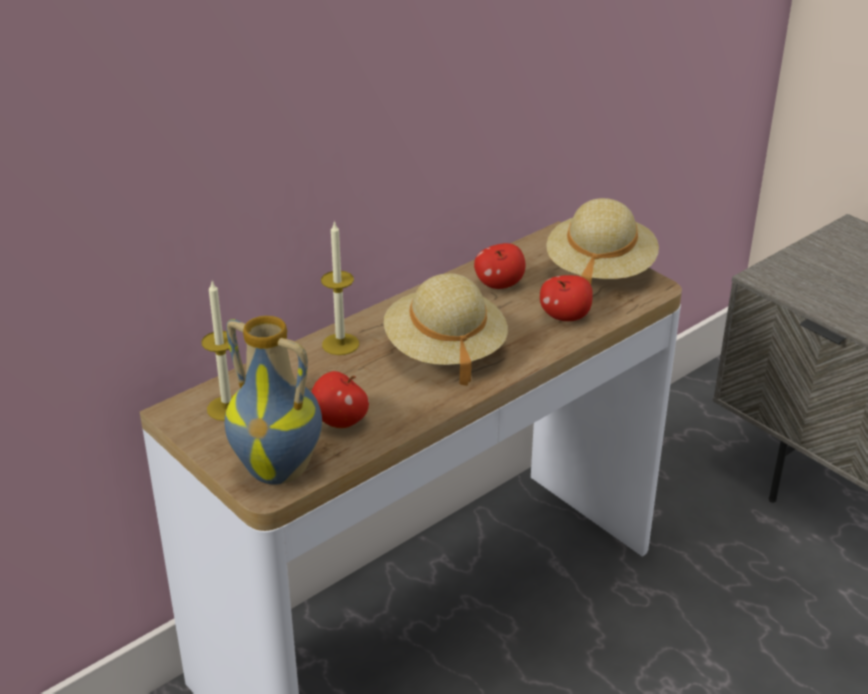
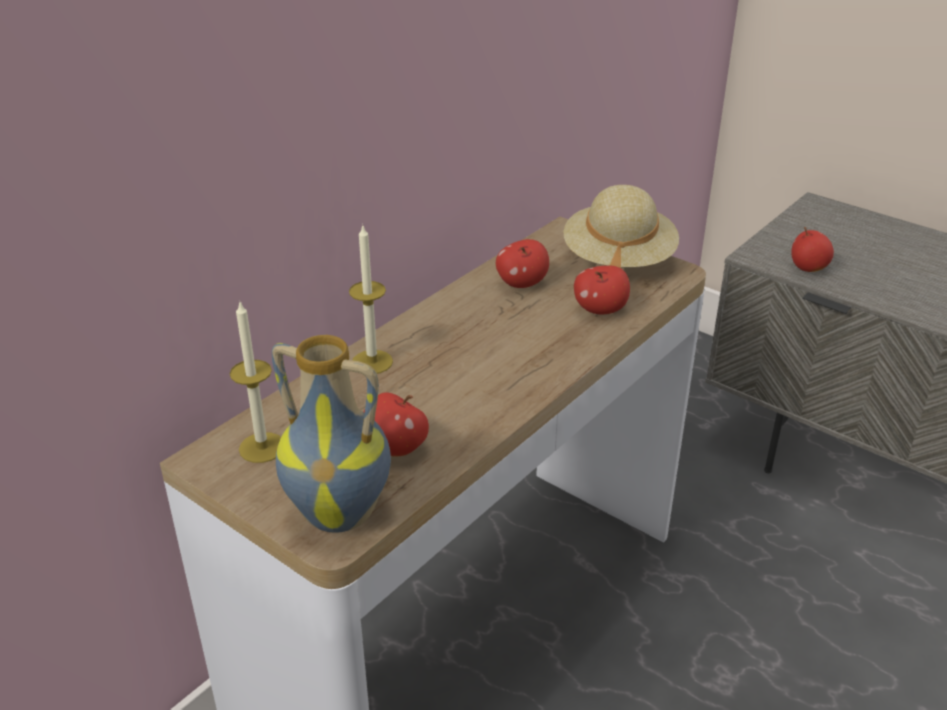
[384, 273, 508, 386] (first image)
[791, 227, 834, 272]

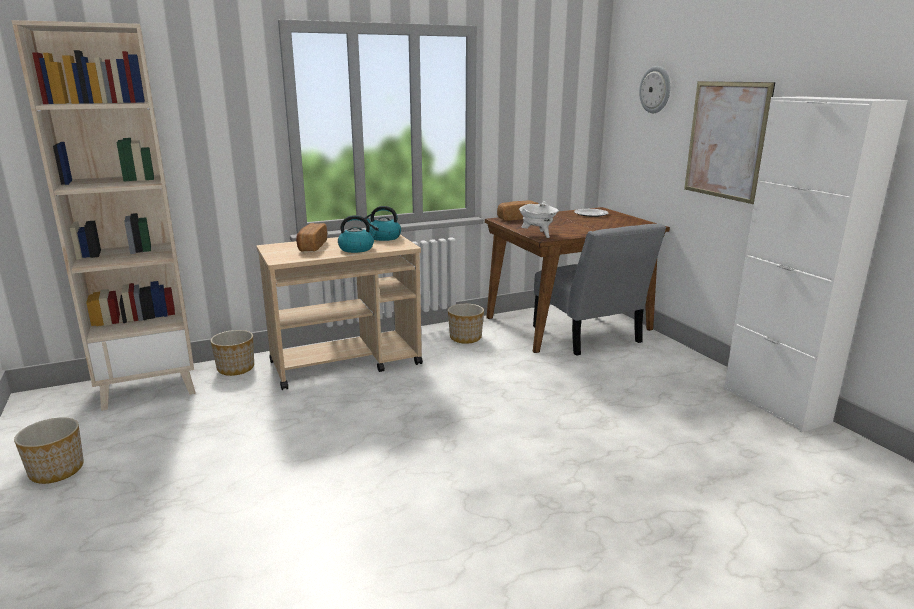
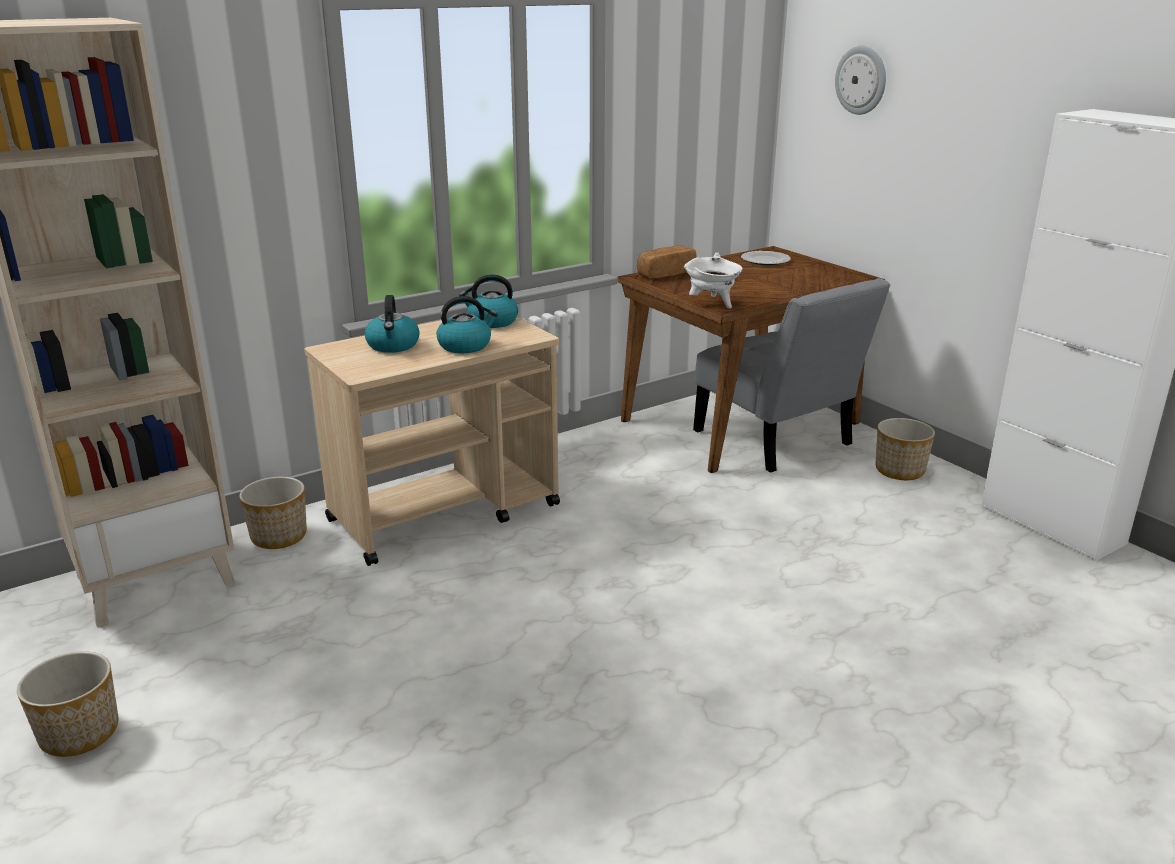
[365, 295, 420, 353]
[876, 418, 935, 480]
[684, 81, 775, 204] (first image)

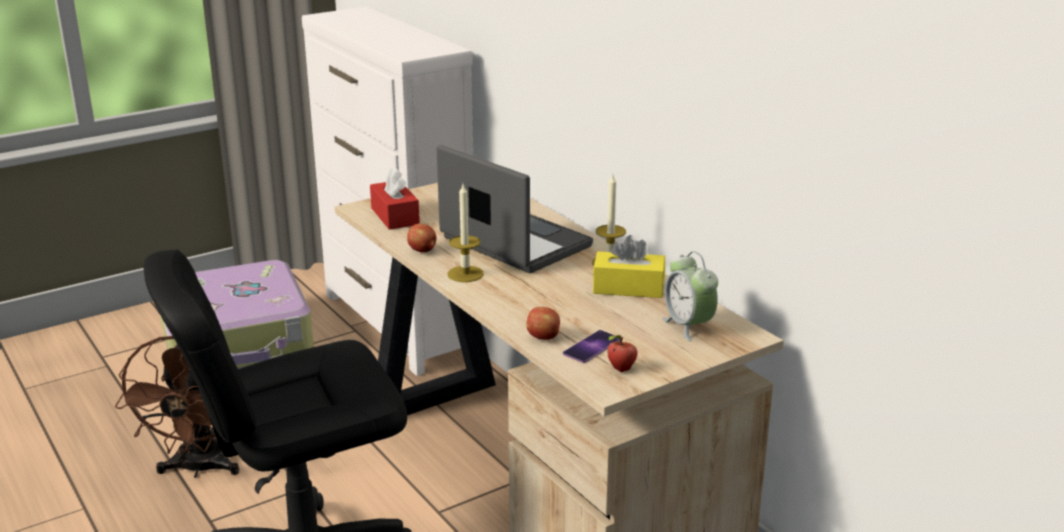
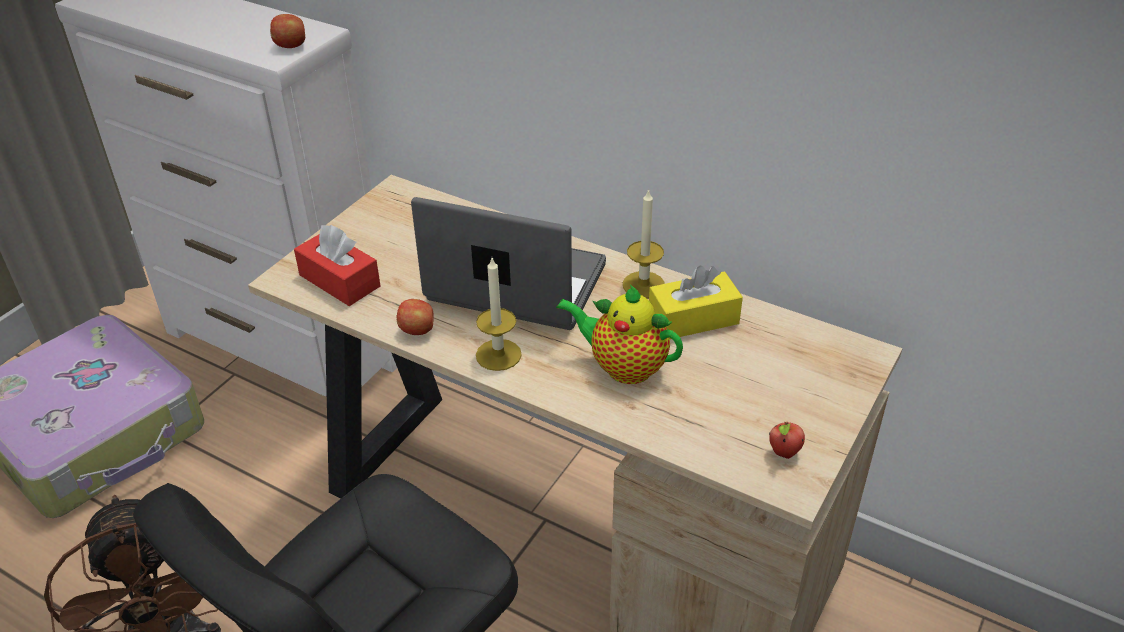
[270, 14, 305, 48]
[563, 330, 620, 363] (first image)
[662, 251, 718, 342] (first image)
[556, 284, 683, 384]

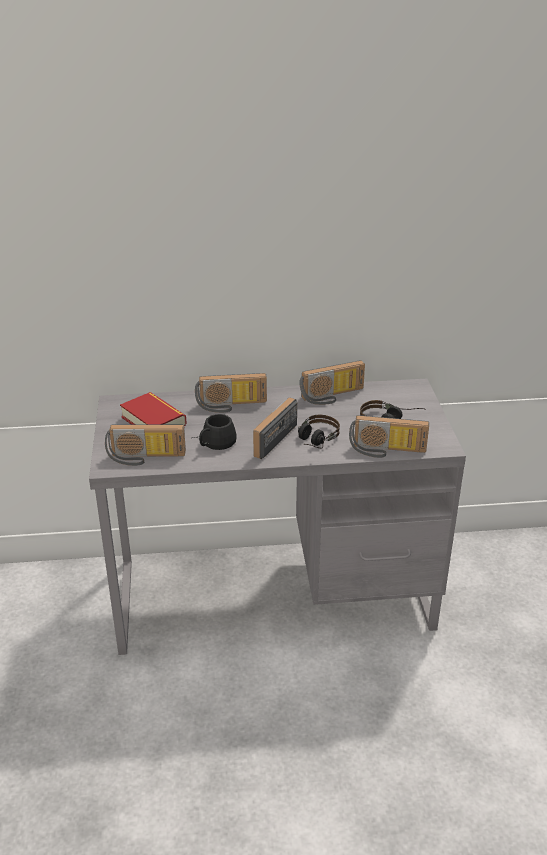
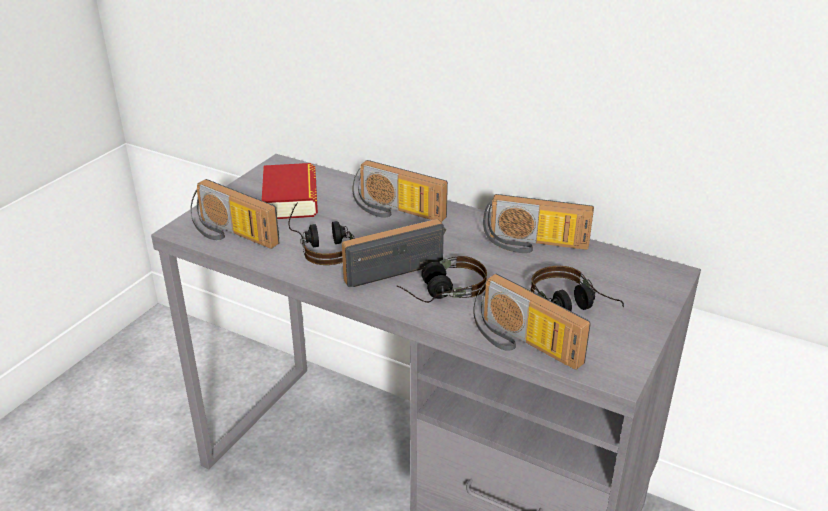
[288, 203, 355, 265]

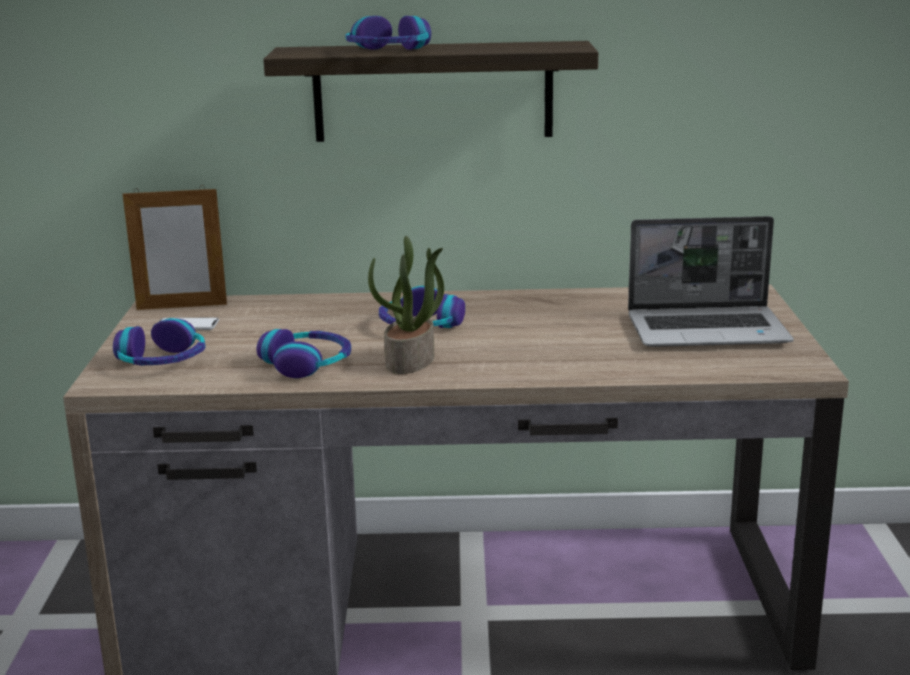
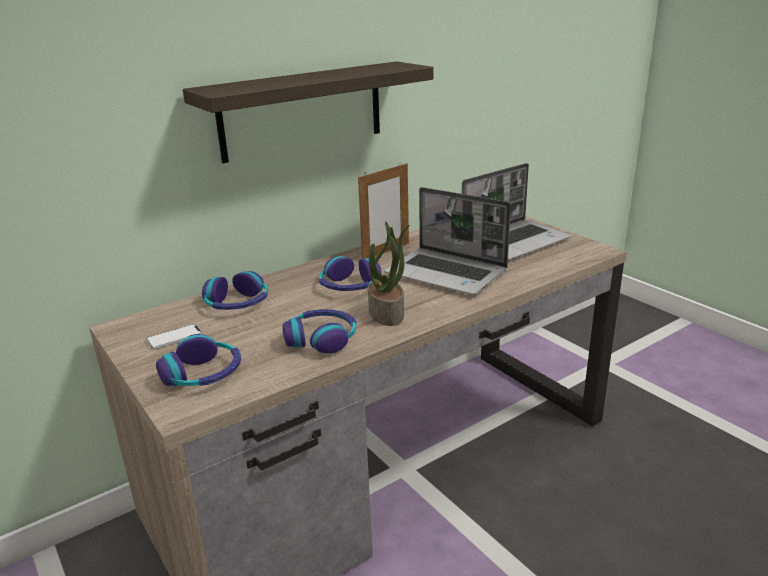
[358, 162, 409, 259]
[202, 271, 268, 310]
[384, 187, 511, 295]

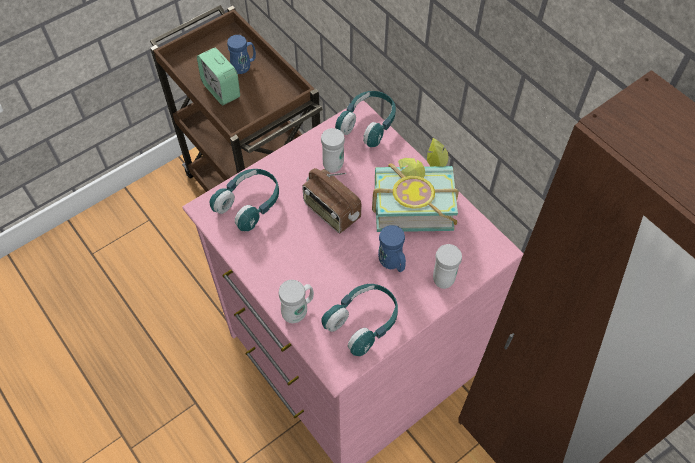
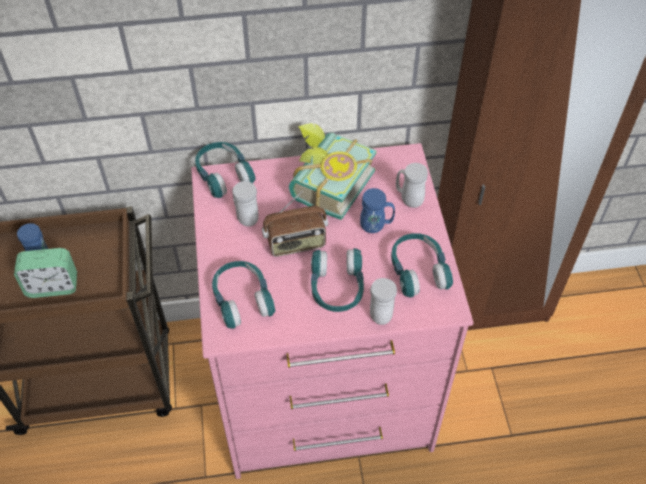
[311, 248, 364, 312]

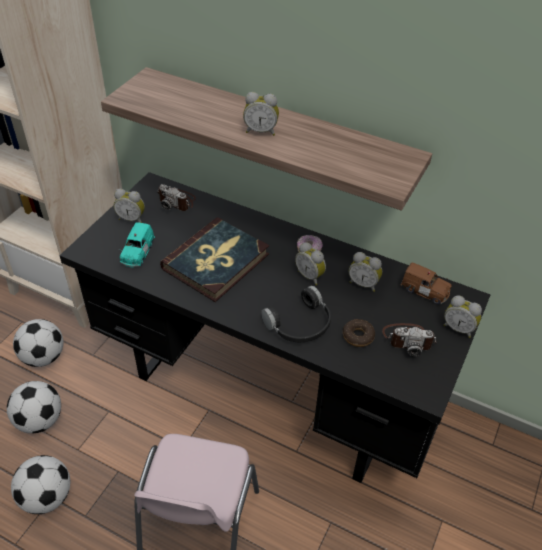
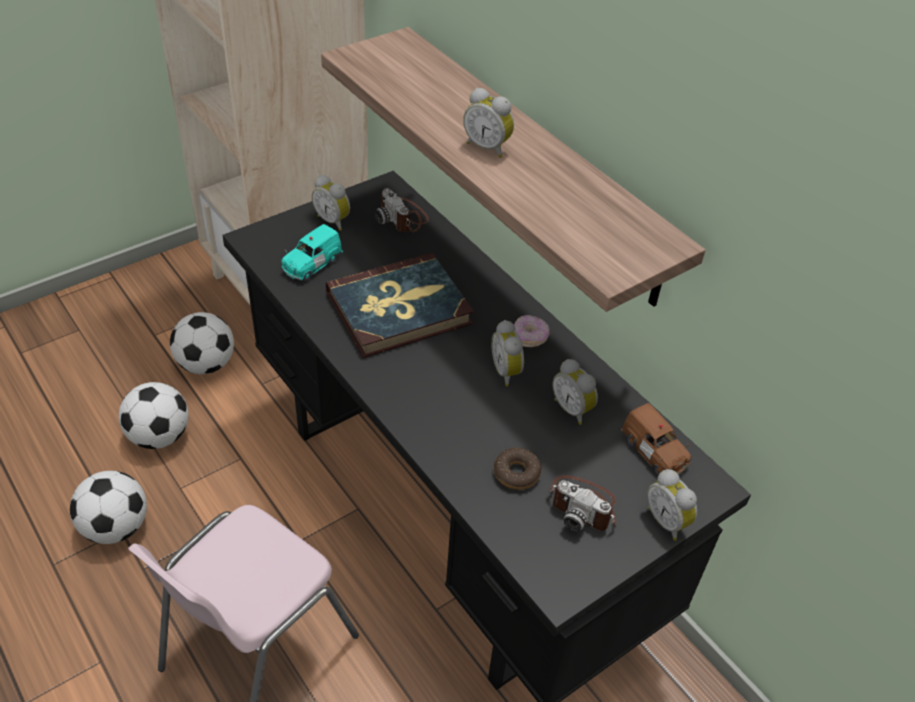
[261, 286, 331, 343] (first image)

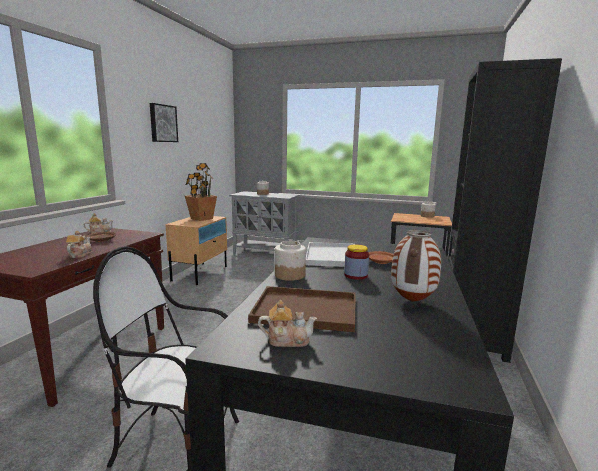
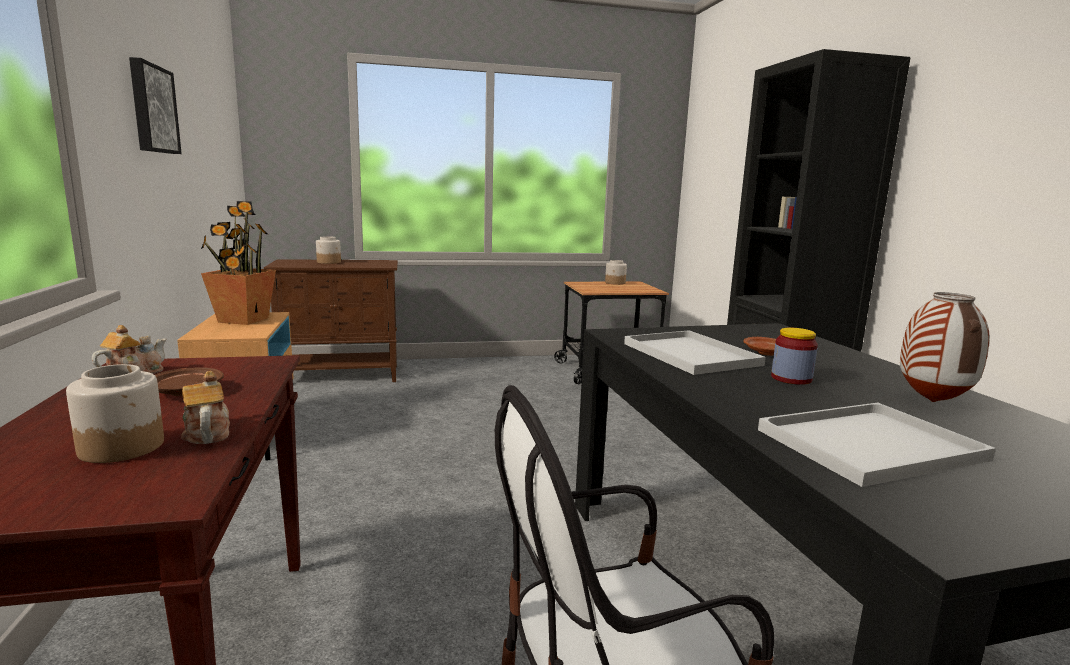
[264, 259, 398, 382]
[758, 403, 996, 487]
[258, 300, 317, 347] (first image)
[66, 364, 164, 463]

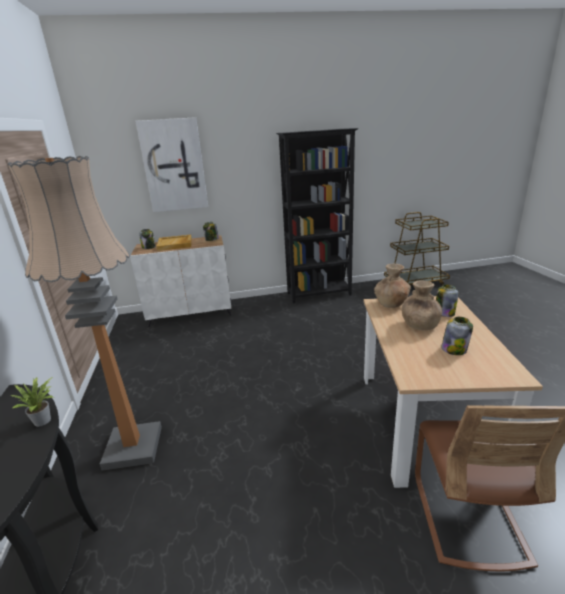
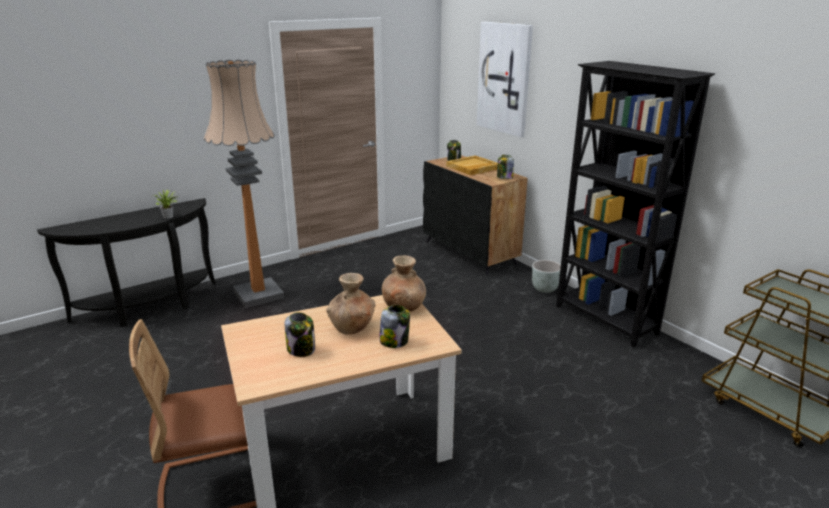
[423, 155, 528, 275]
[532, 260, 561, 293]

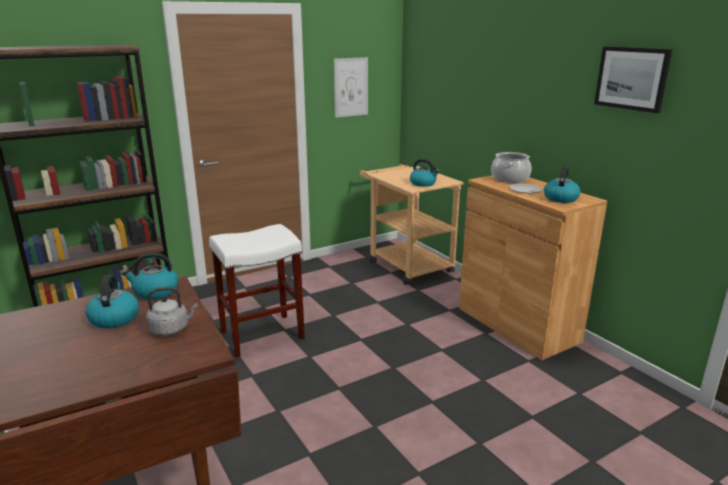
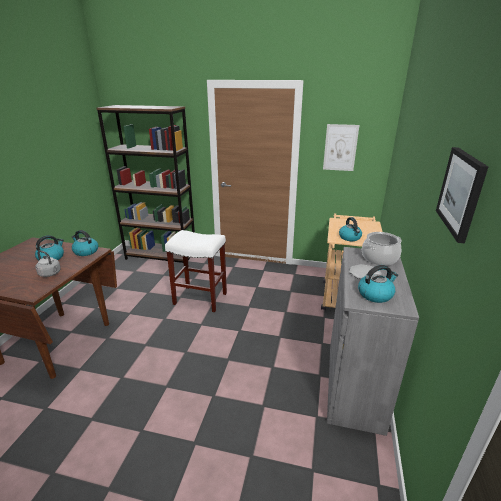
[327, 247, 419, 436]

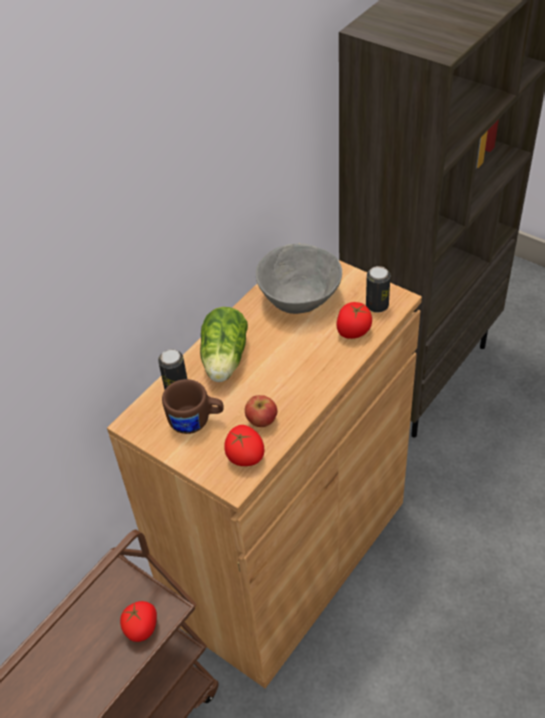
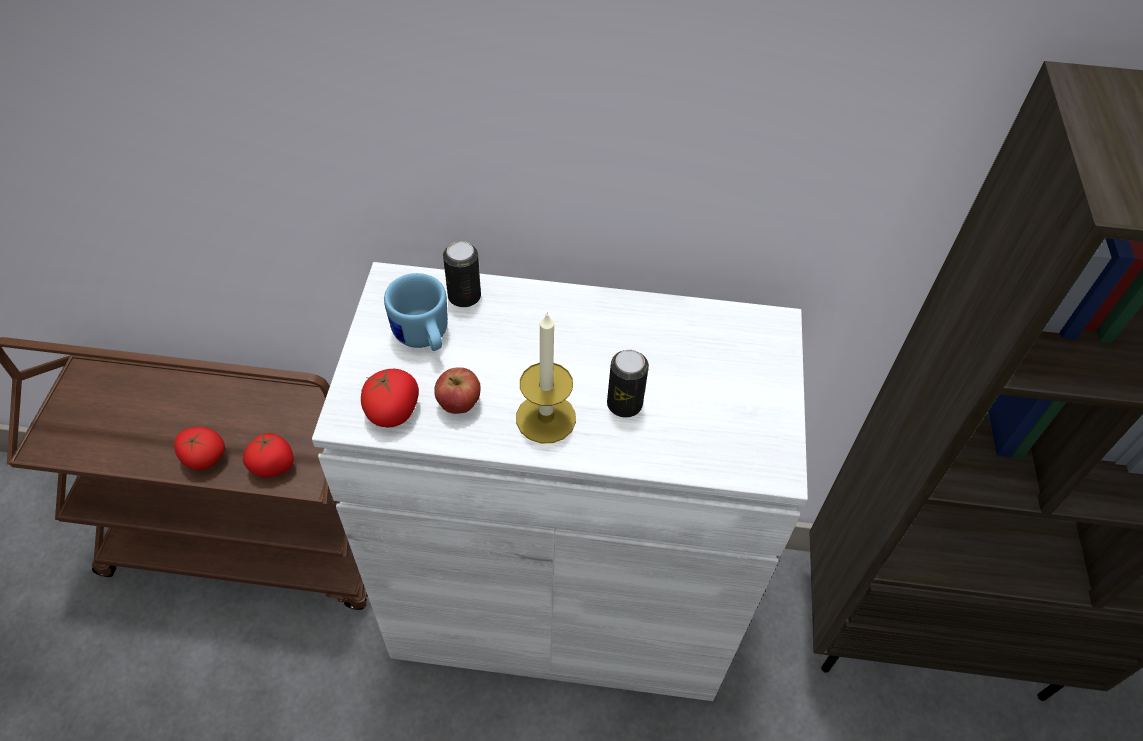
[312, 262, 808, 701]
[384, 273, 448, 351]
[200, 307, 248, 382] (first image)
[256, 243, 342, 314] (first image)
[174, 427, 225, 470]
[607, 350, 649, 417]
[516, 312, 576, 443]

